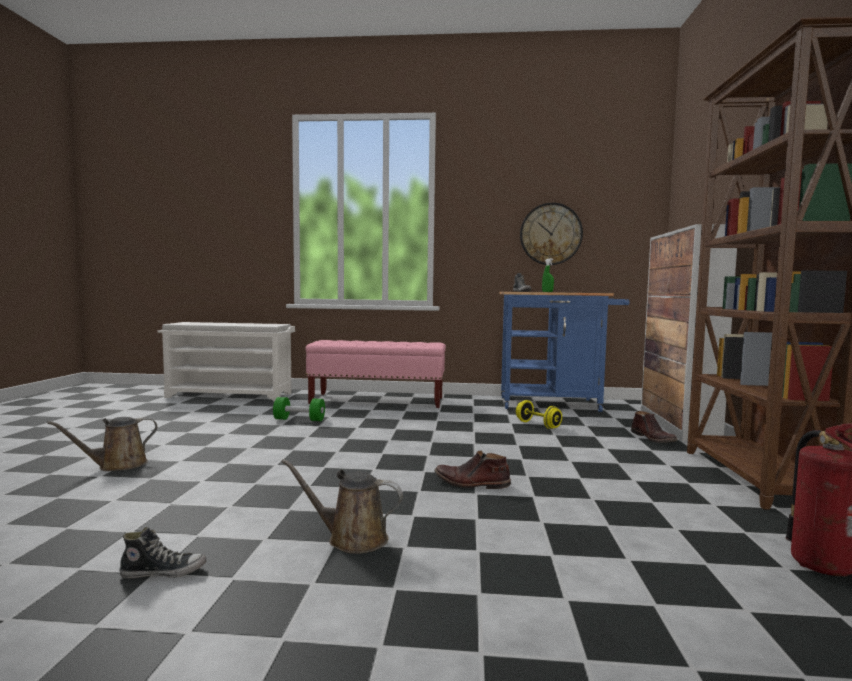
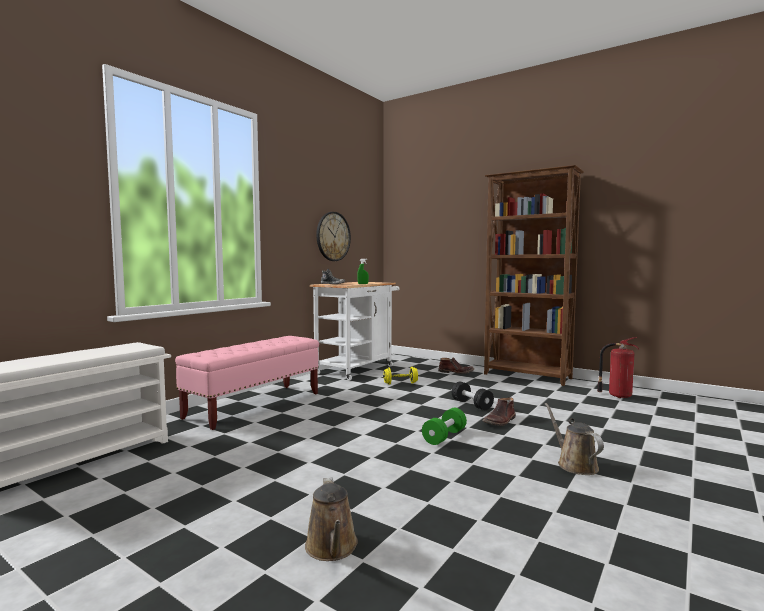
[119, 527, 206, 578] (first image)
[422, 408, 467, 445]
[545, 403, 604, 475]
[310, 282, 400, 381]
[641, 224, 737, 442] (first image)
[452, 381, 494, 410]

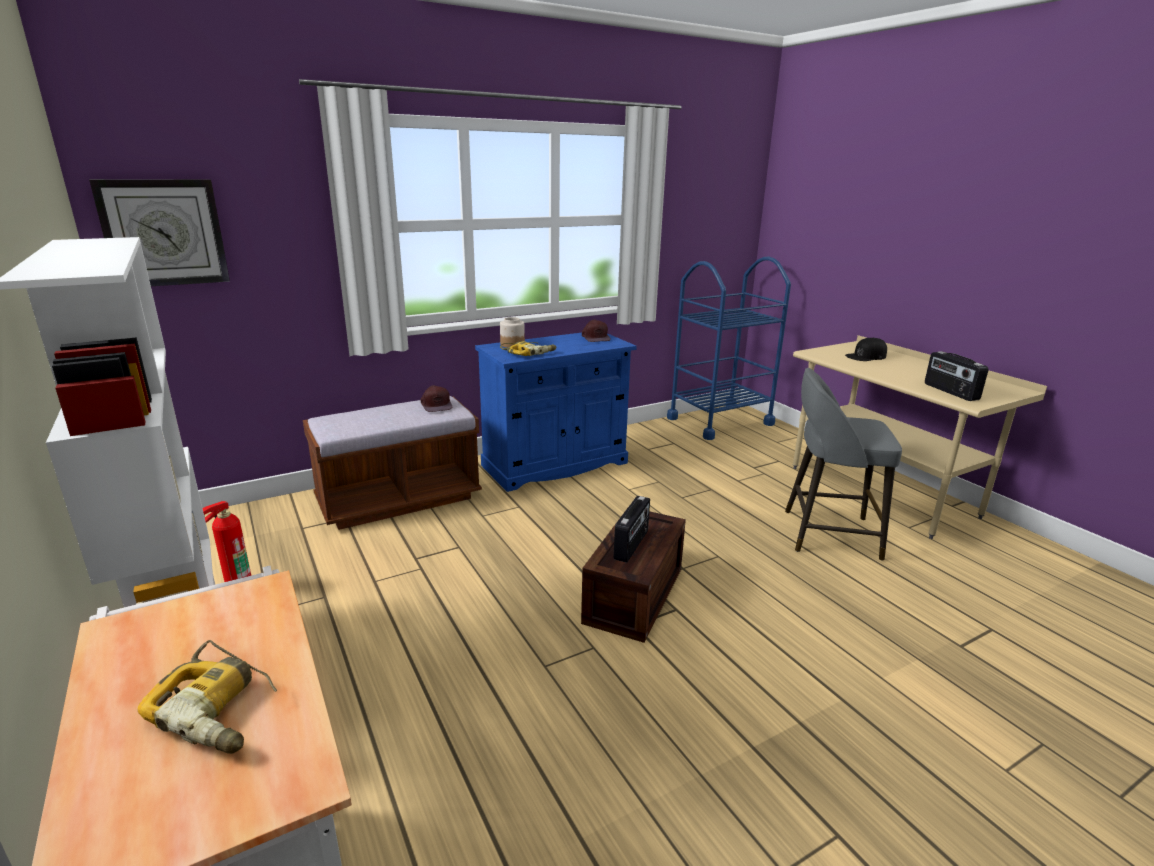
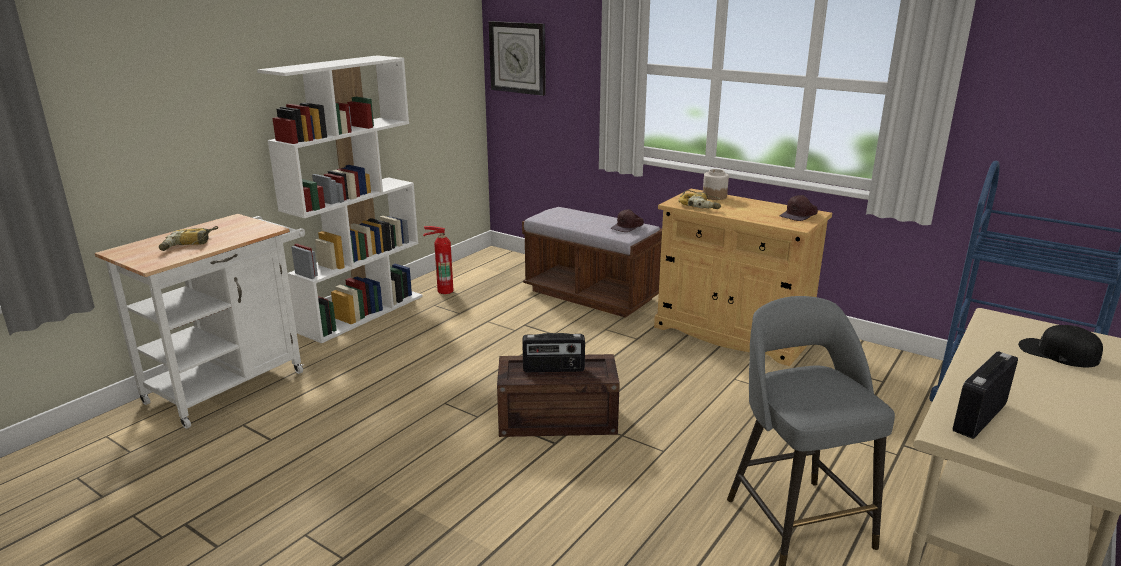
[654, 189, 832, 366]

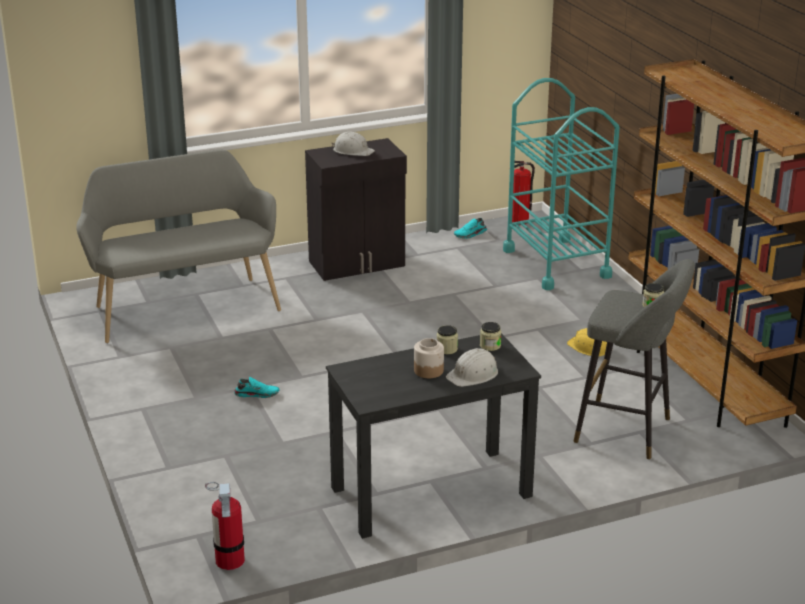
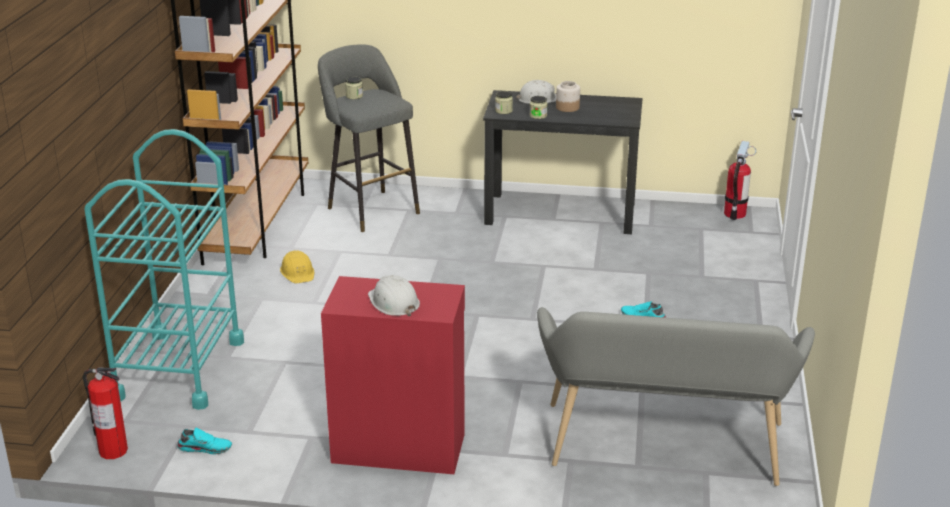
[321, 276, 465, 474]

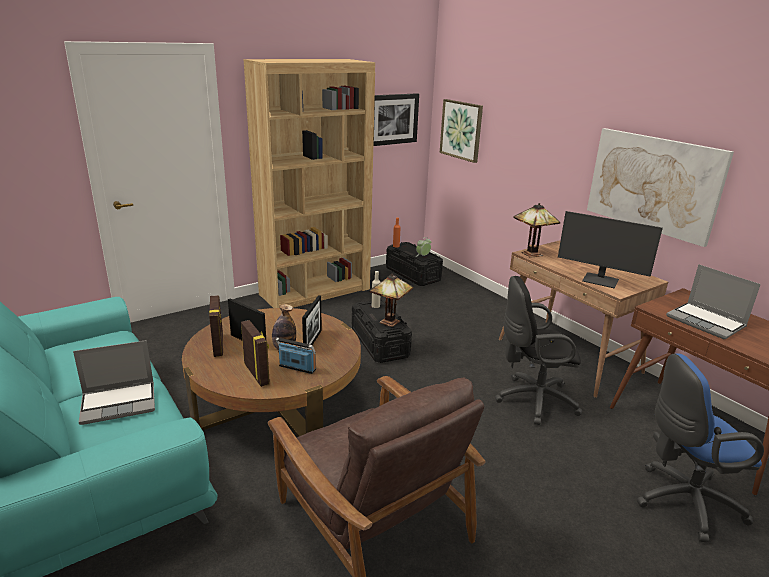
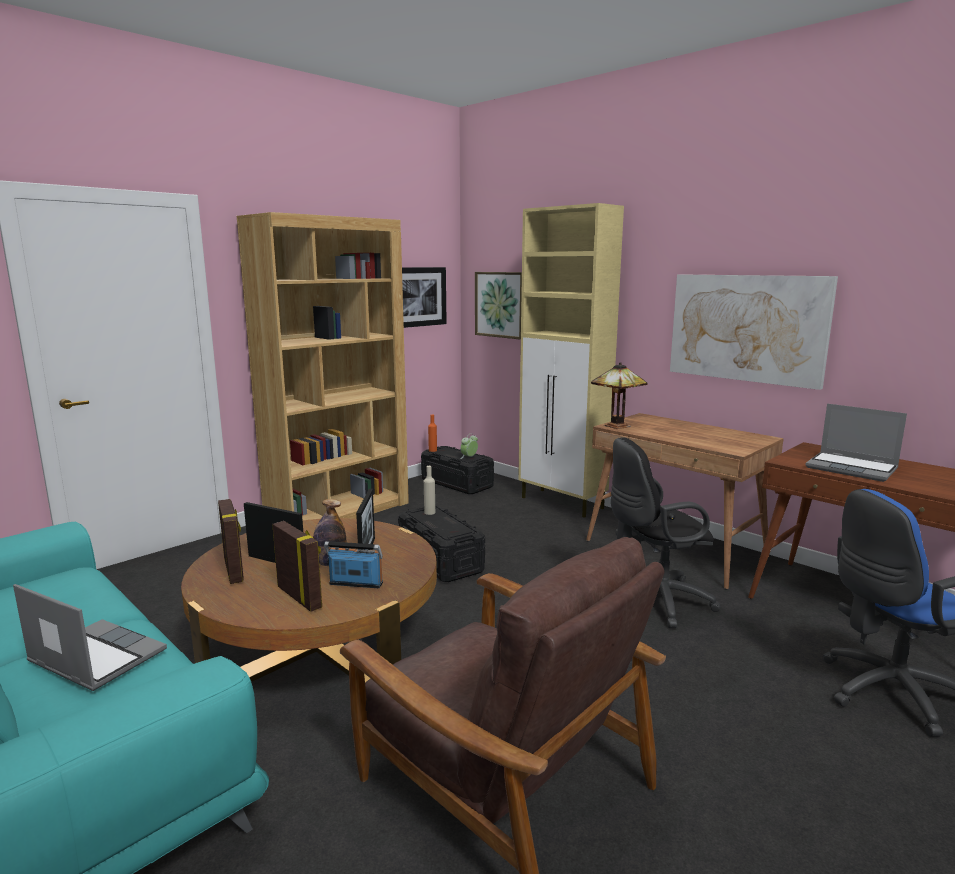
[13, 584, 167, 691]
[370, 274, 413, 327] (first image)
[558, 211, 663, 289] (first image)
[518, 203, 624, 518]

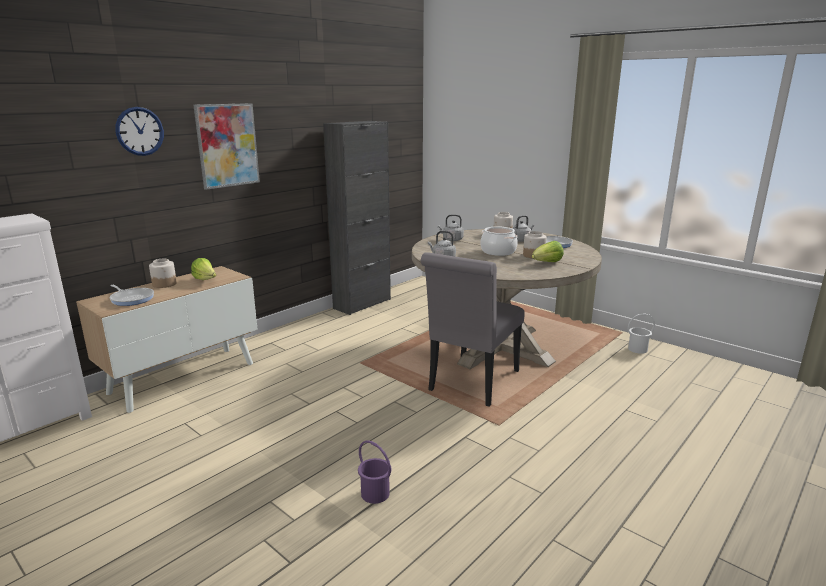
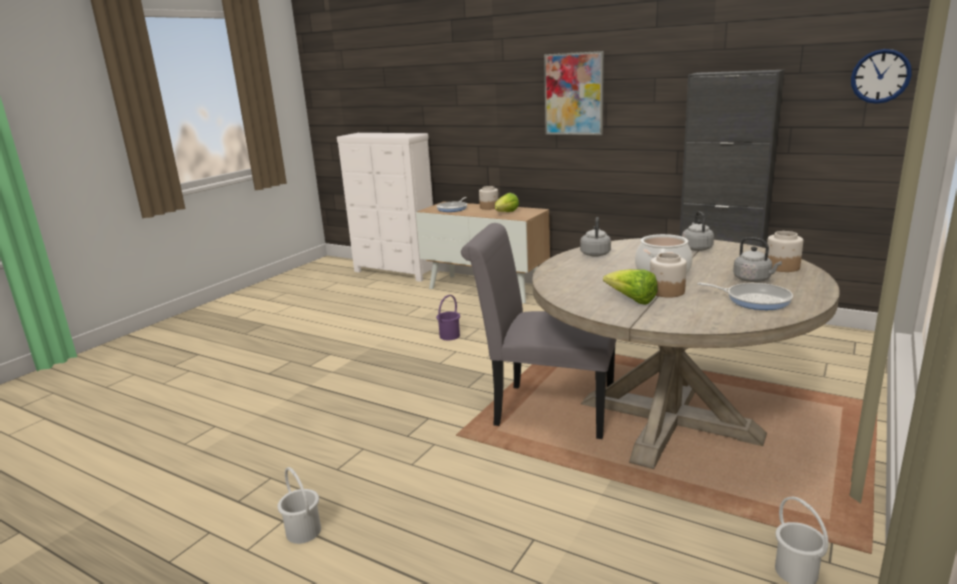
[851, 49, 912, 104]
[436, 295, 460, 340]
[277, 467, 321, 544]

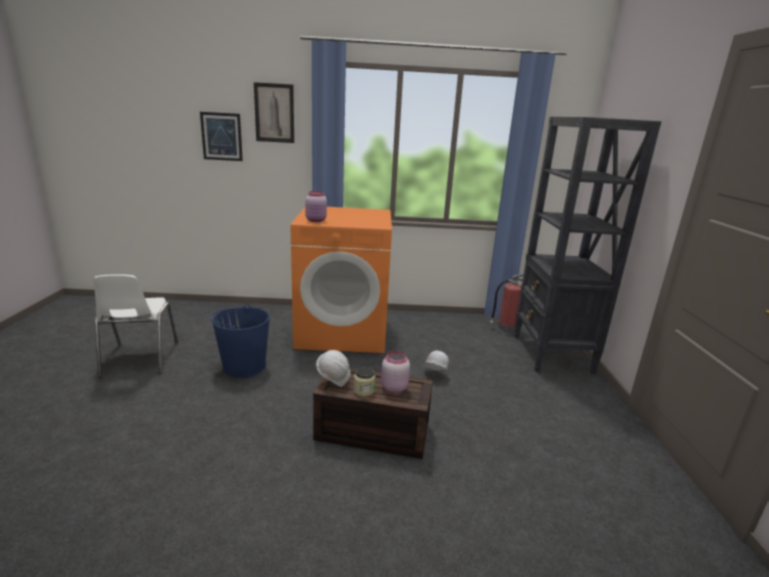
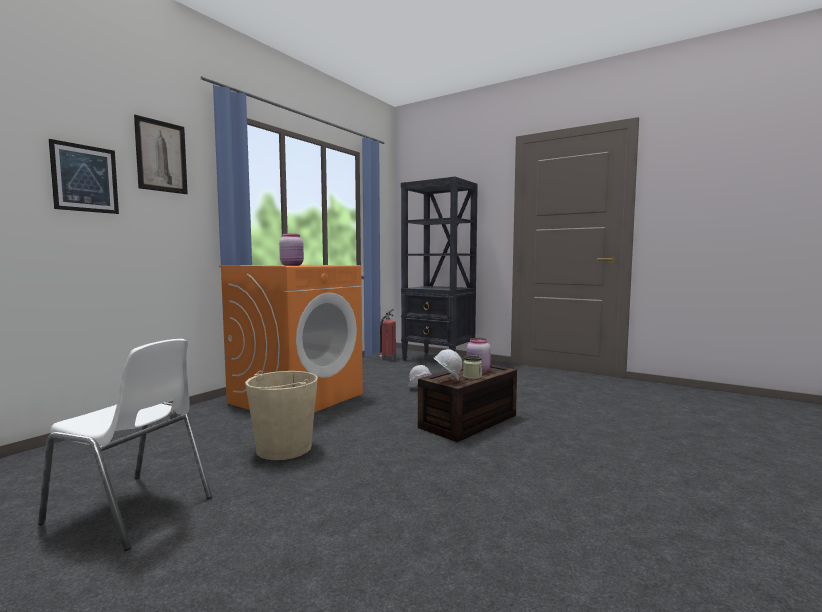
[245, 371, 318, 460]

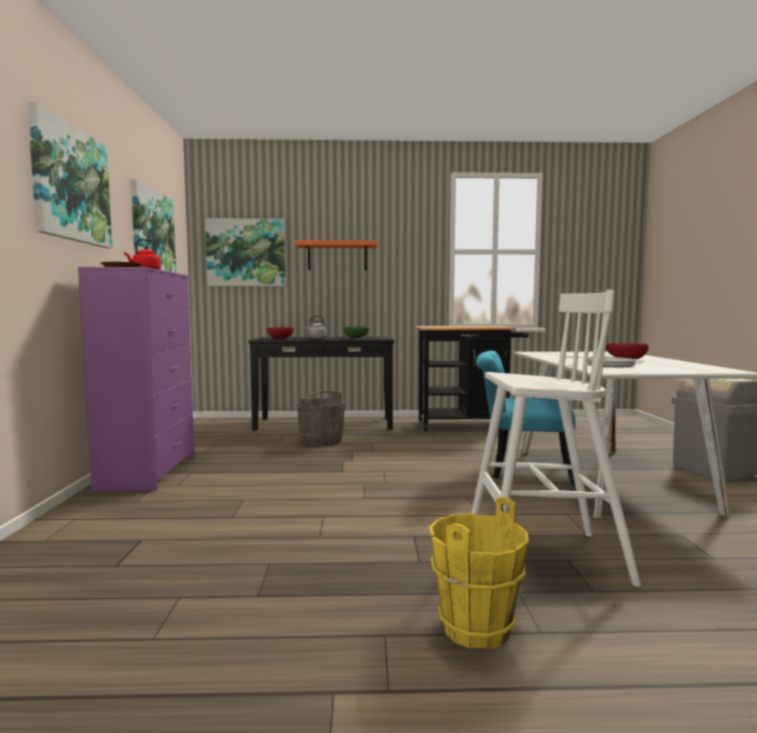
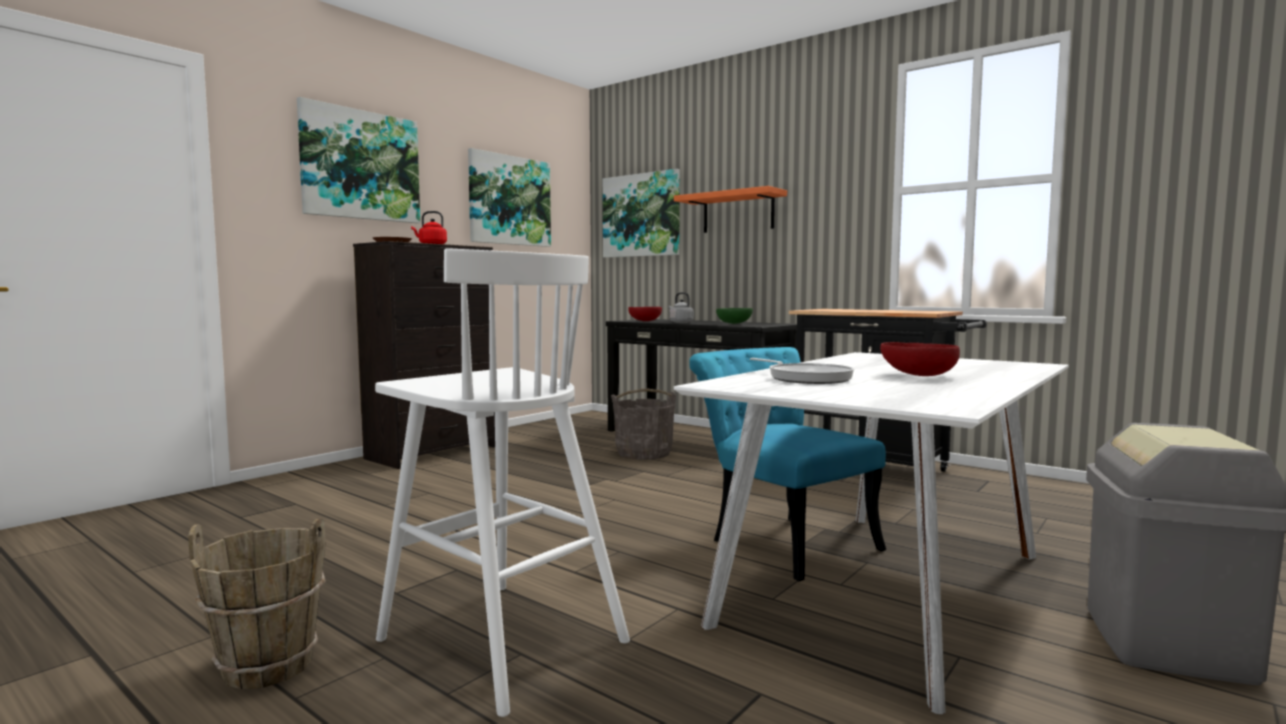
[353, 241, 495, 469]
[188, 518, 326, 689]

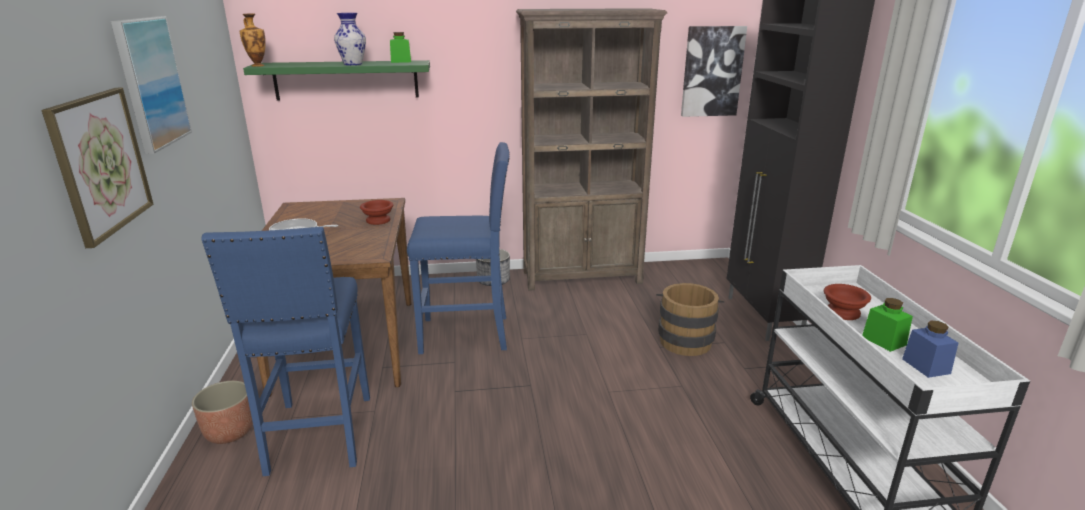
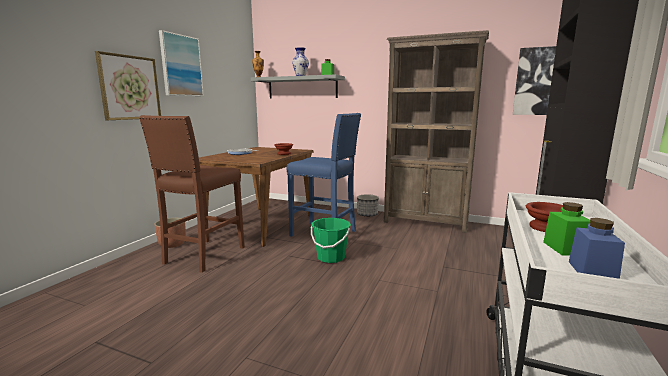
[139, 115, 245, 273]
[251, 74, 345, 98]
[656, 283, 724, 356] (first image)
[311, 218, 351, 263]

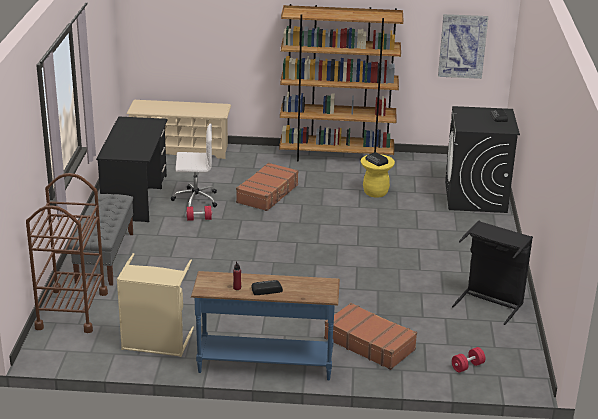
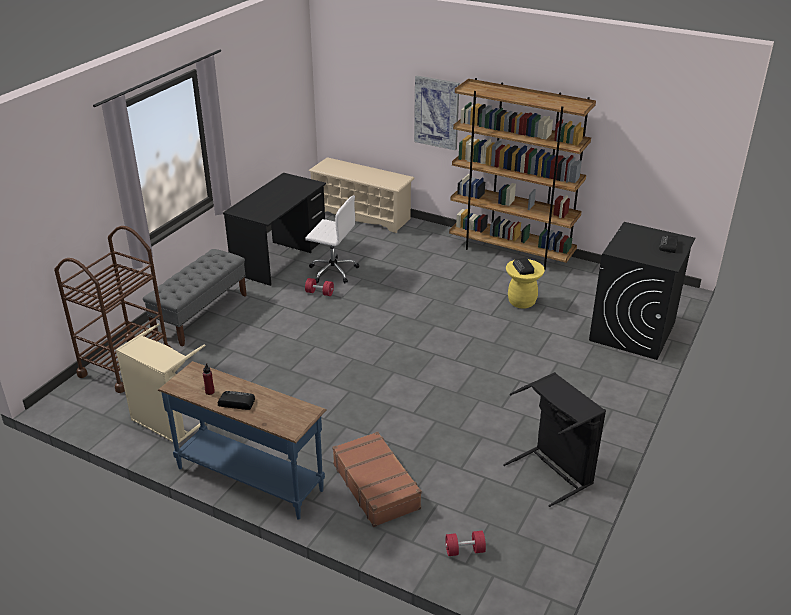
[236, 163, 299, 211] (first image)
[414, 75, 460, 150]

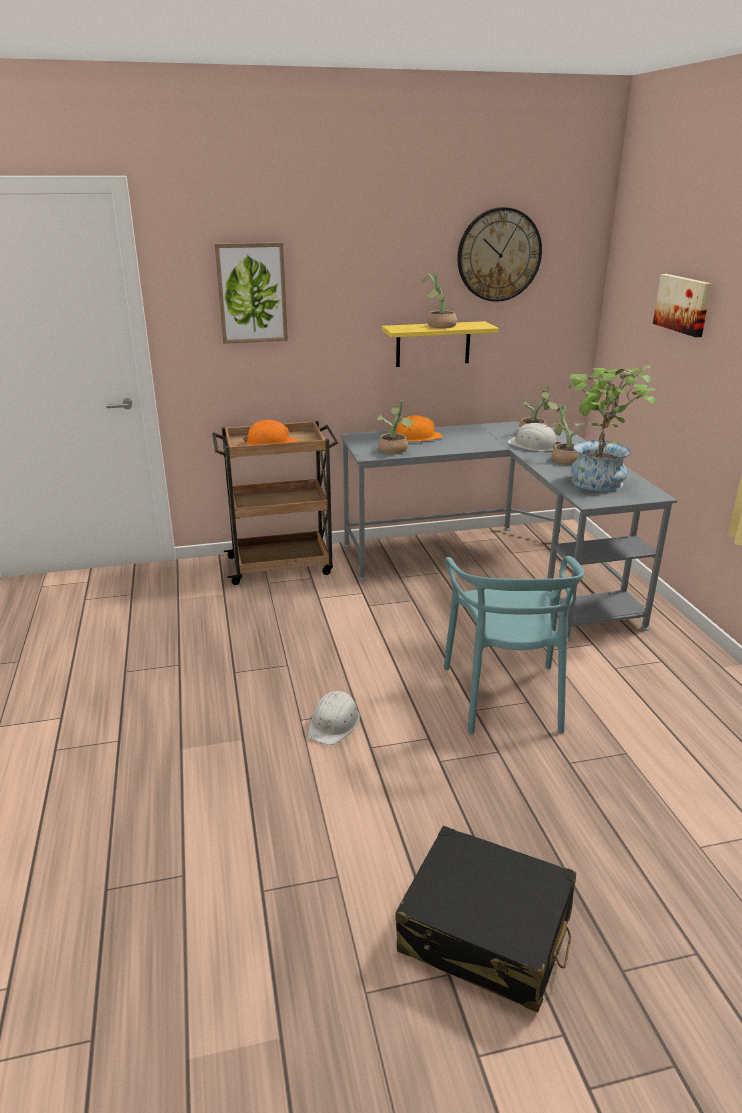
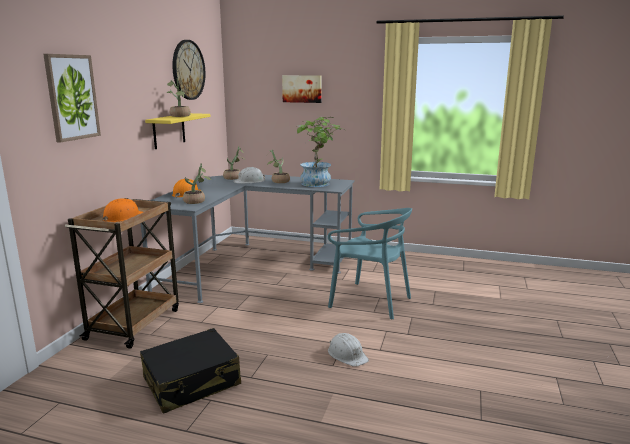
[140, 328, 241, 414]

